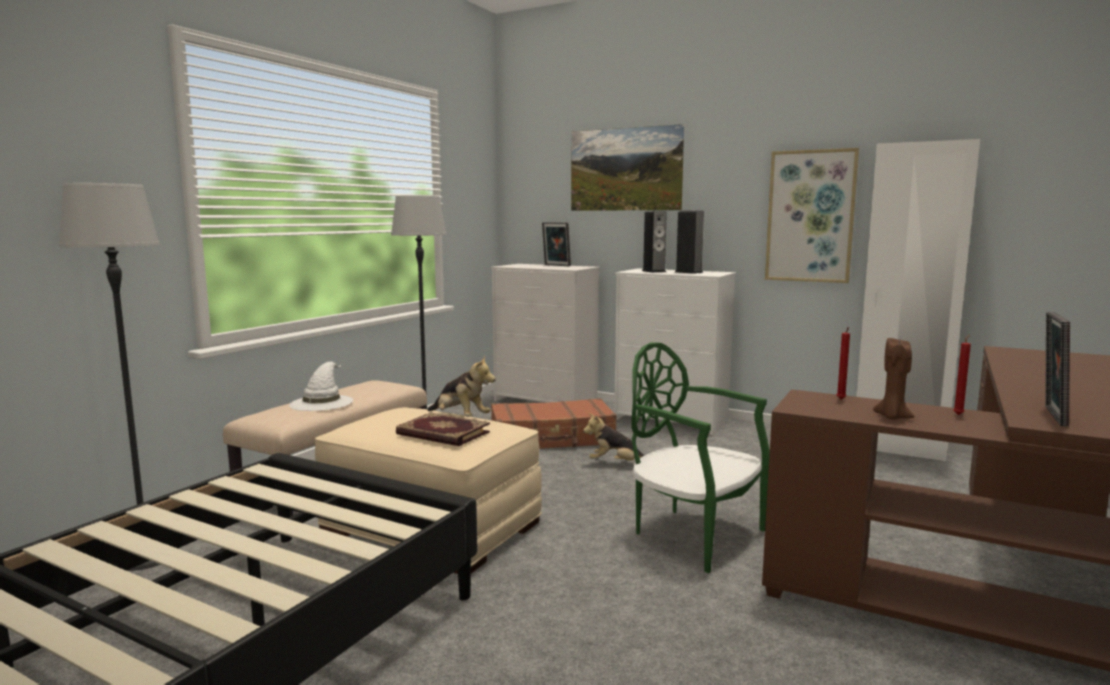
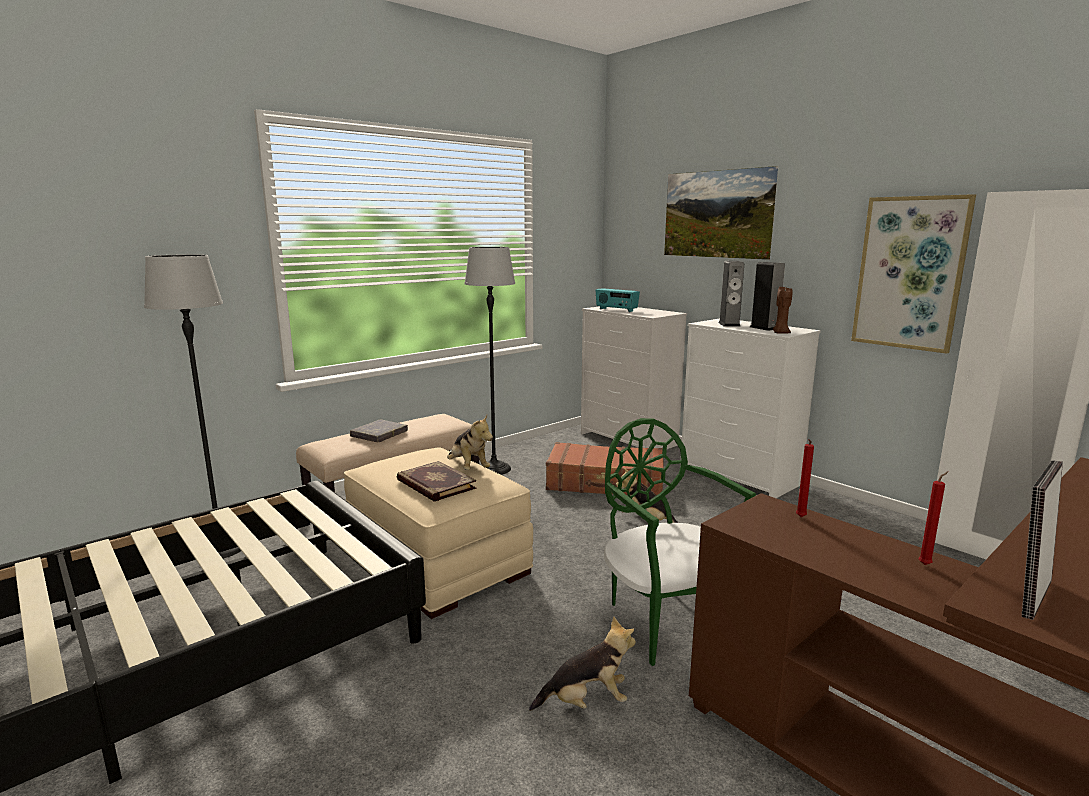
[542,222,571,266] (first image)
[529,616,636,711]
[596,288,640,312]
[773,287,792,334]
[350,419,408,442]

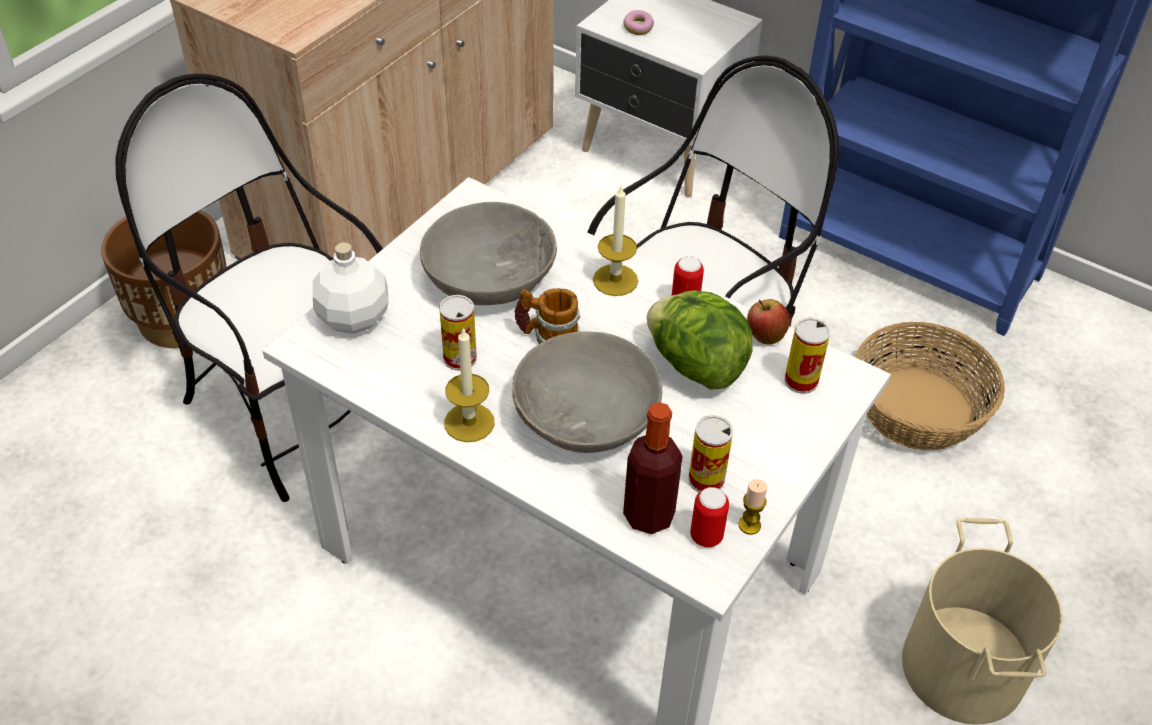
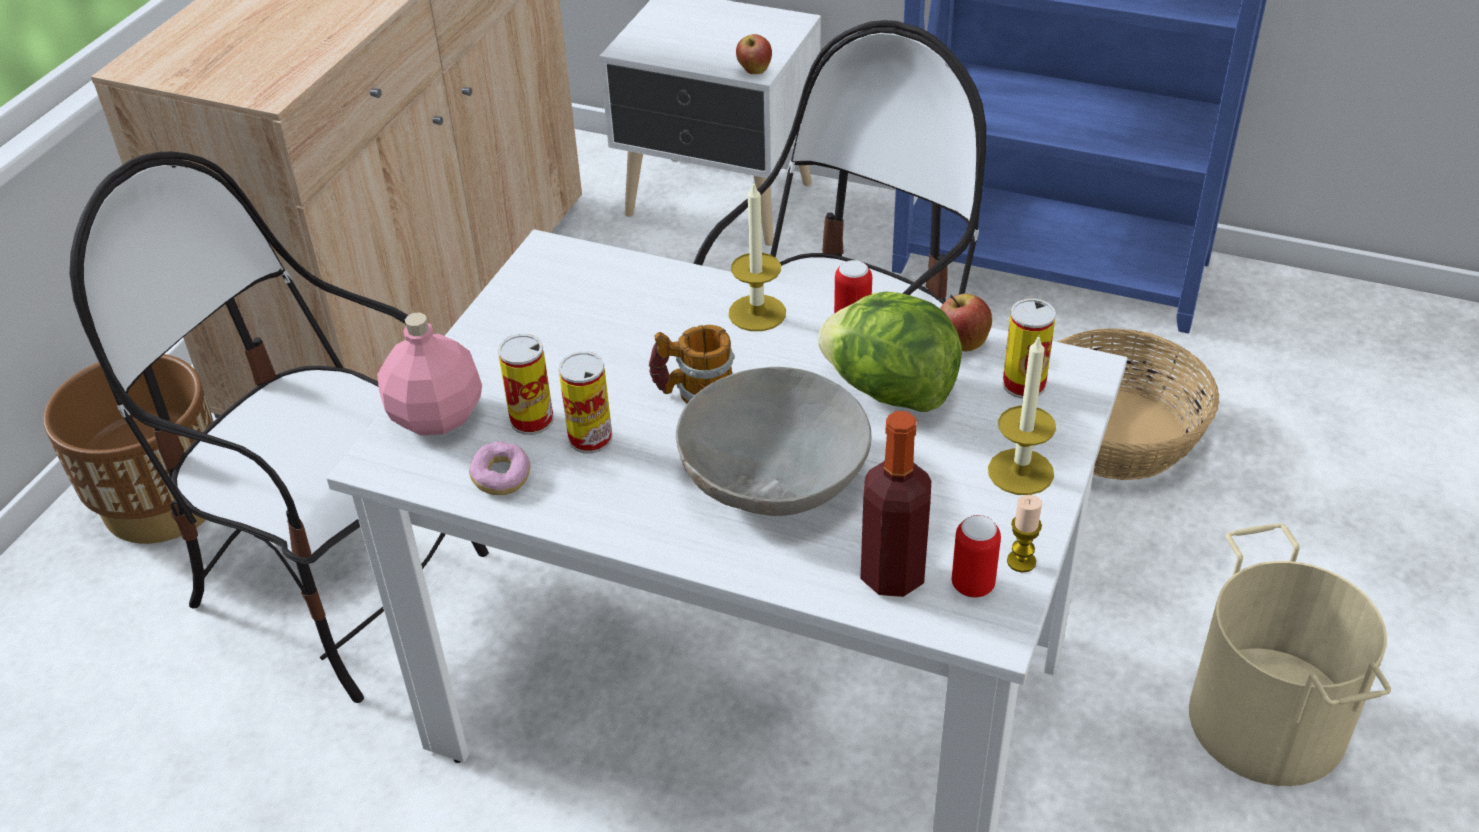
[420,202,557,305] (first image)
[736,34,772,74]
[988,335,1056,495]
[469,442,530,495]
[498,334,554,435]
[377,313,482,435]

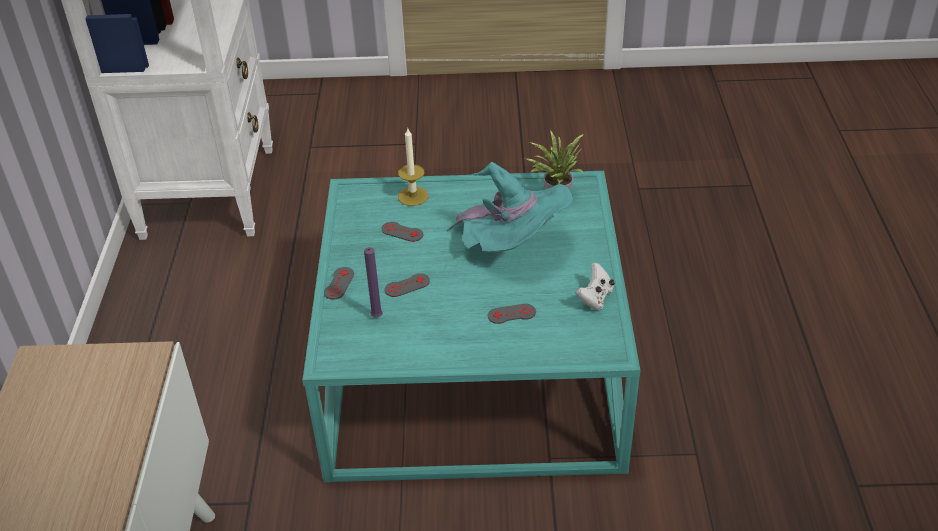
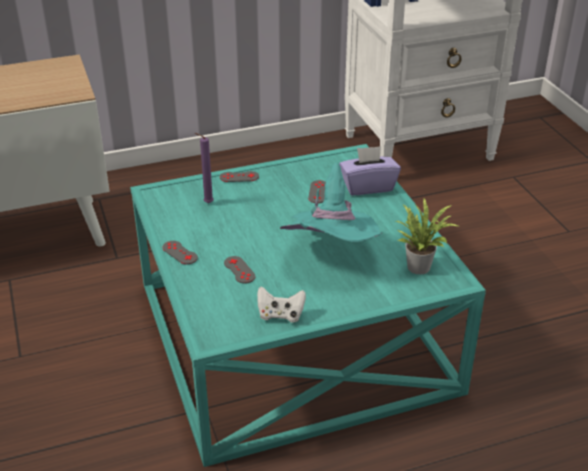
[163,241,198,264]
[339,146,401,195]

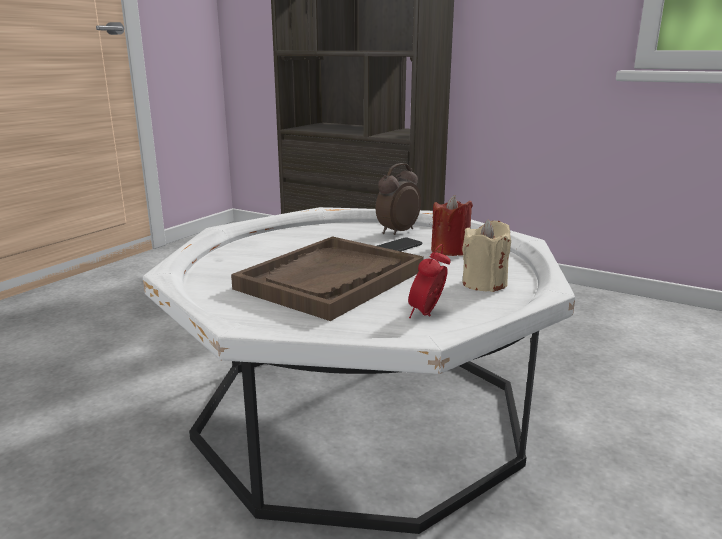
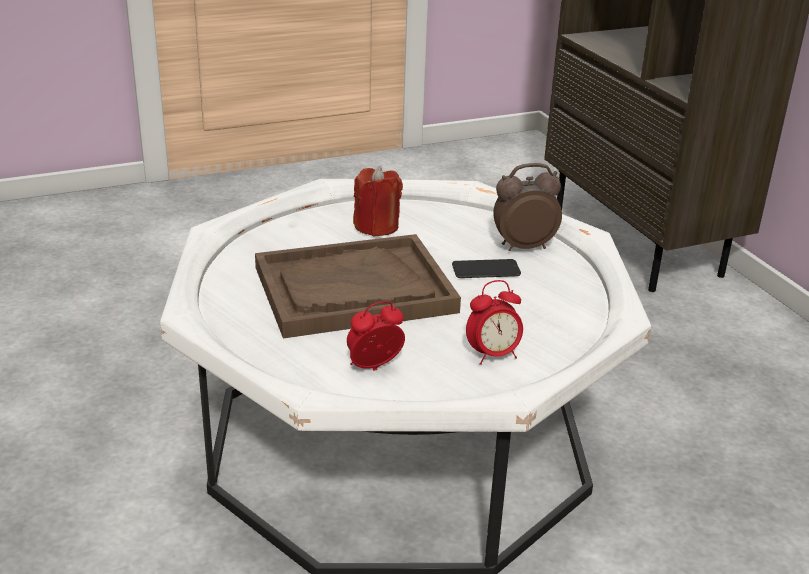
[353,166,403,237]
[466,280,523,365]

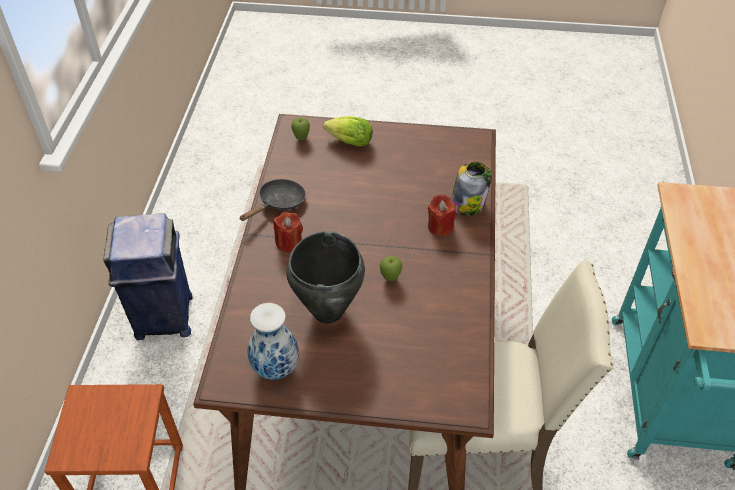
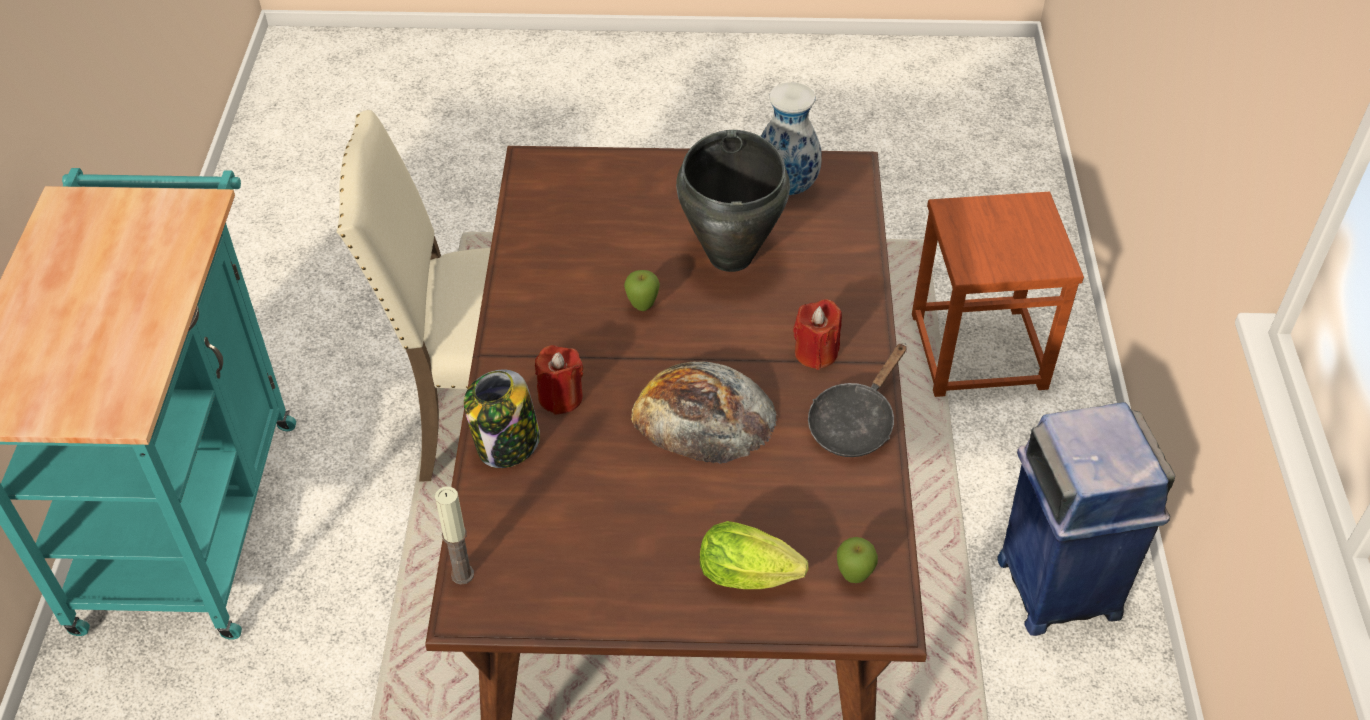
[435,486,474,585]
[631,361,777,464]

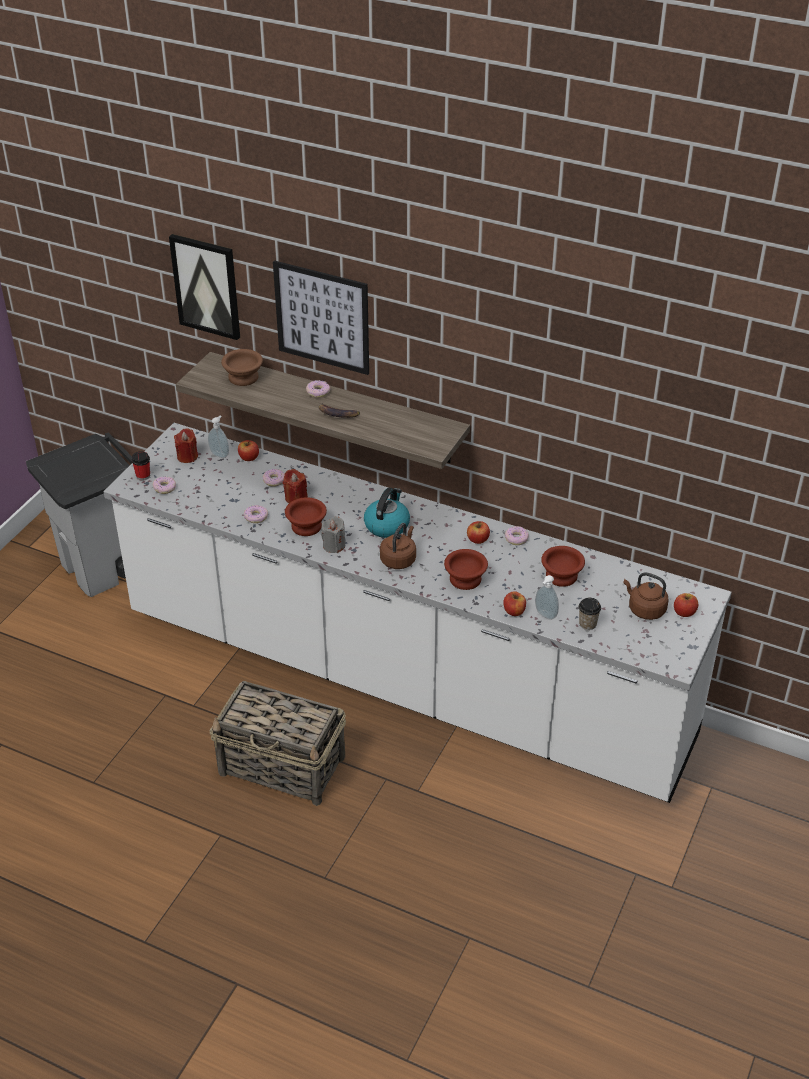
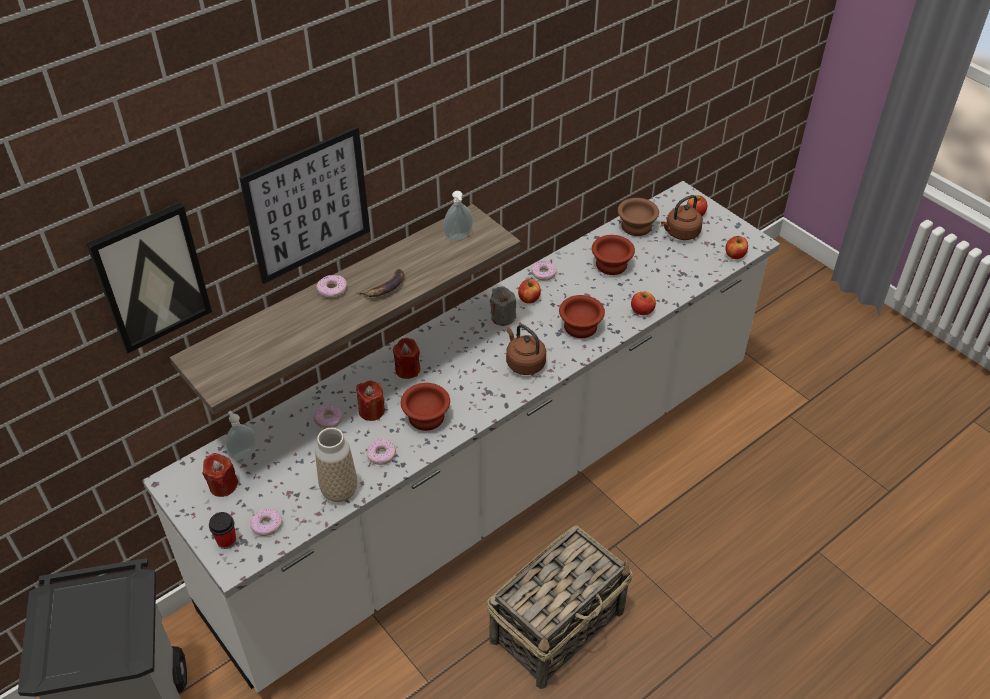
[364,488,410,538] (first image)
[579,598,601,630] (first image)
[315,428,357,502]
[393,338,420,379]
[618,198,659,236]
[725,236,748,259]
[490,286,516,326]
[444,191,473,241]

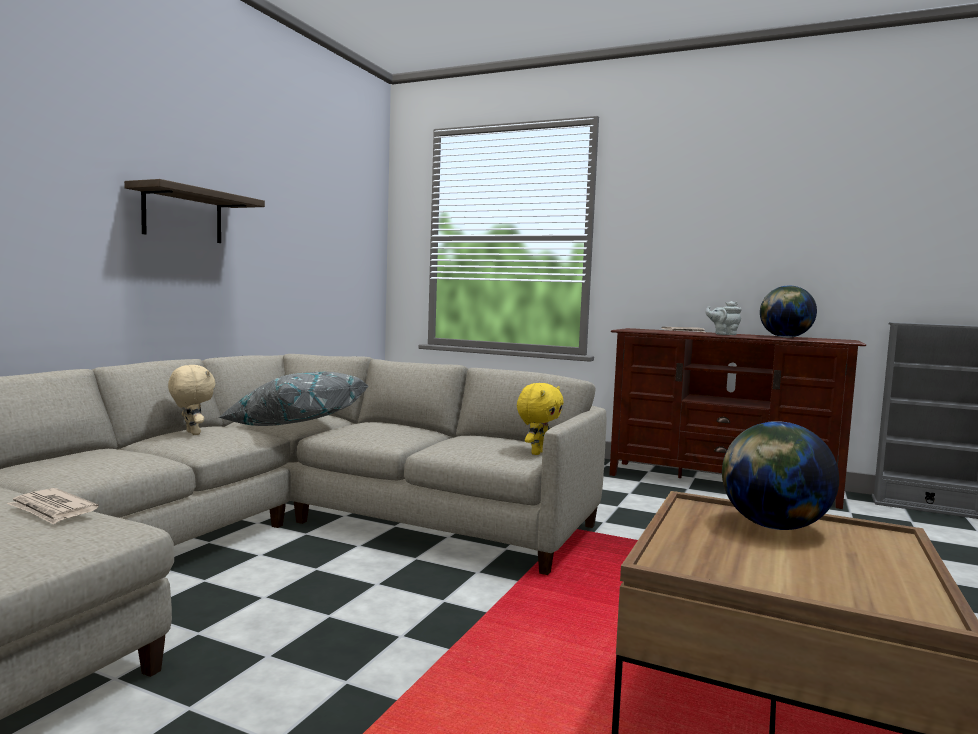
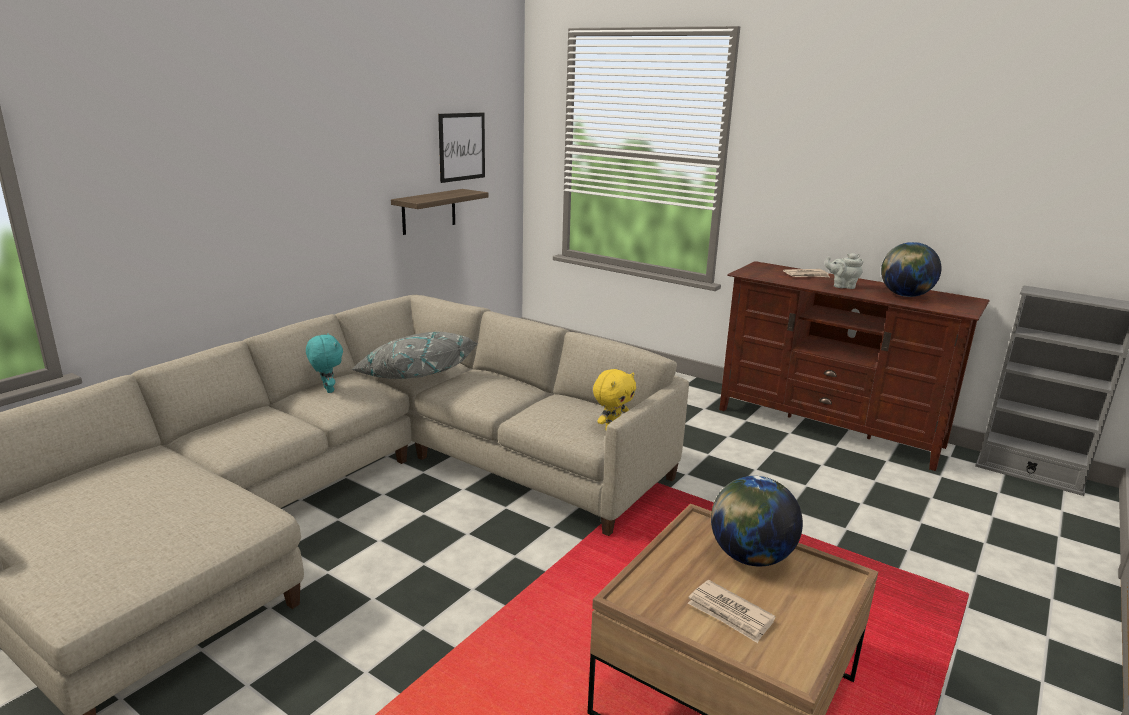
[438,113,485,183]
[687,580,776,643]
[391,189,488,235]
[306,333,343,393]

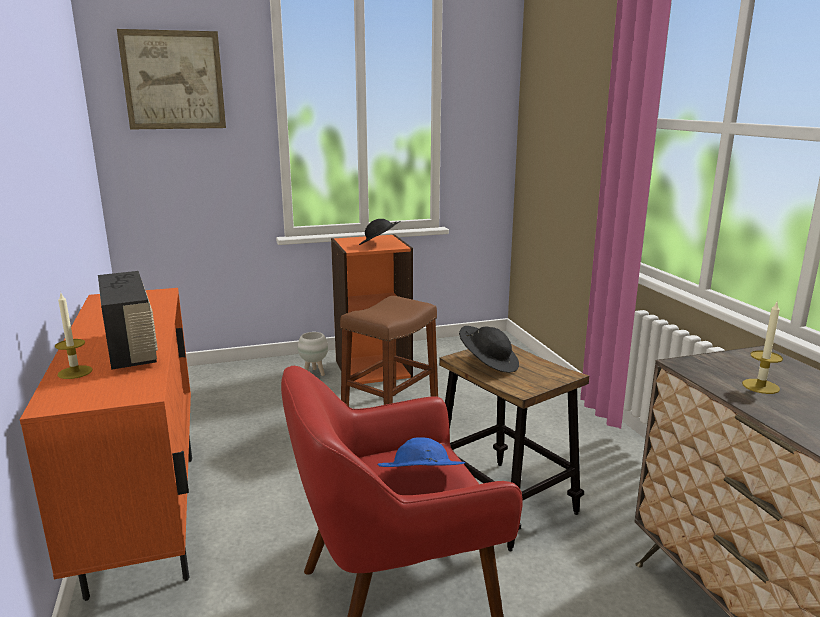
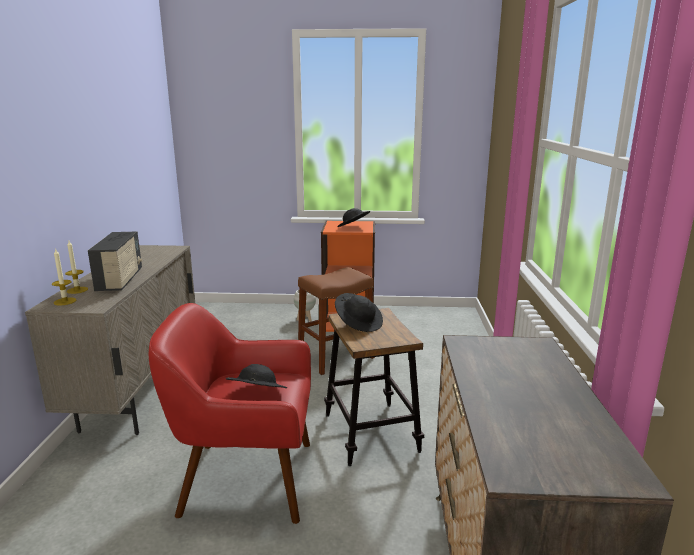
[117,29,226,130] (first image)
[52,248,76,305]
[25,245,195,435]
[226,364,287,388]

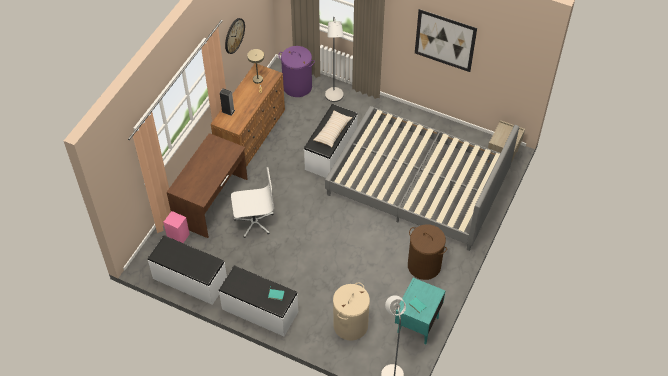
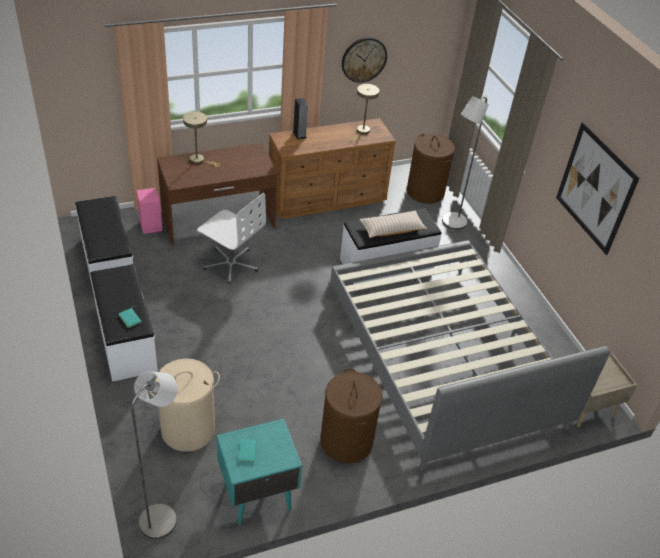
[183,112,220,167]
[407,134,455,204]

